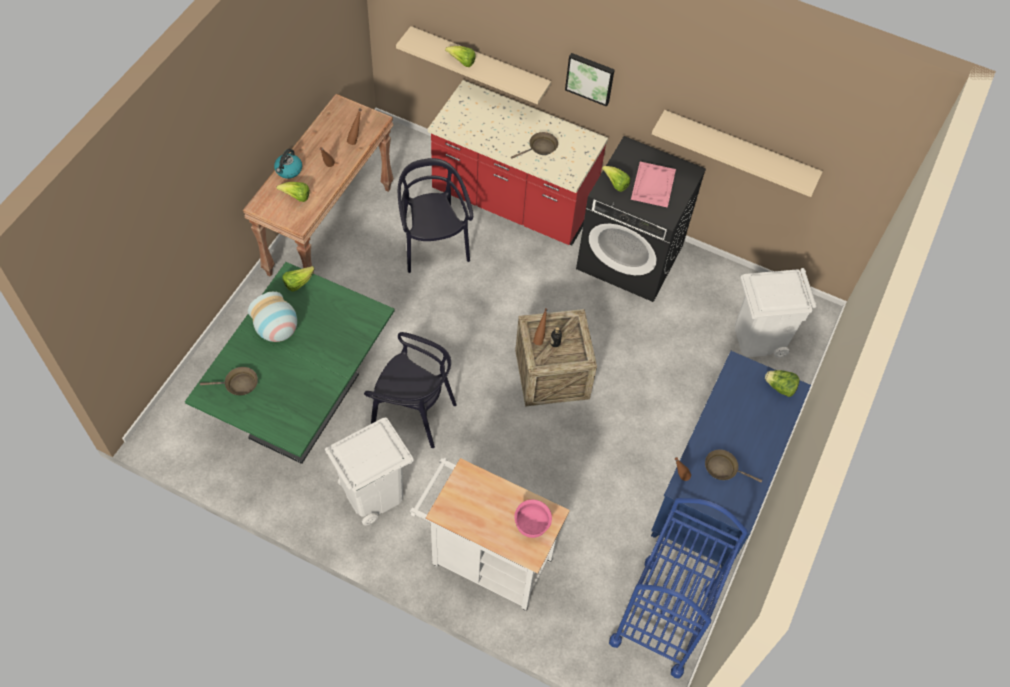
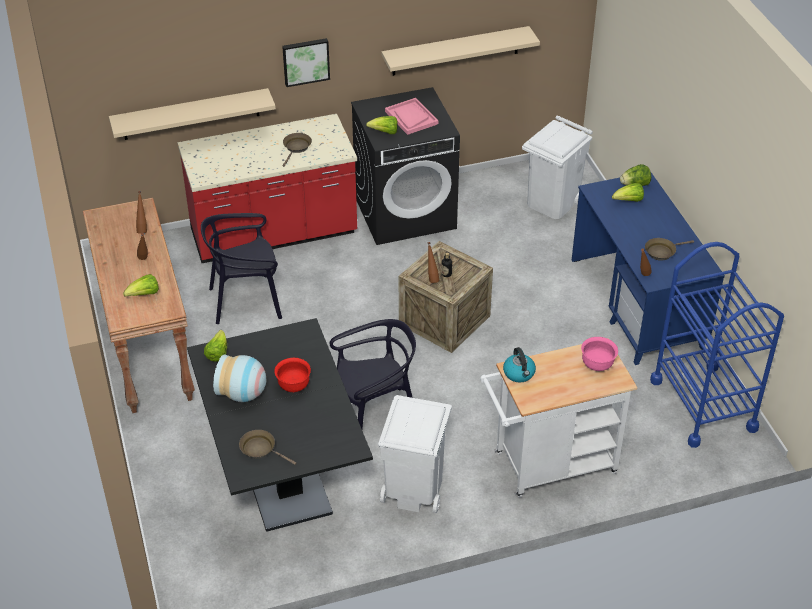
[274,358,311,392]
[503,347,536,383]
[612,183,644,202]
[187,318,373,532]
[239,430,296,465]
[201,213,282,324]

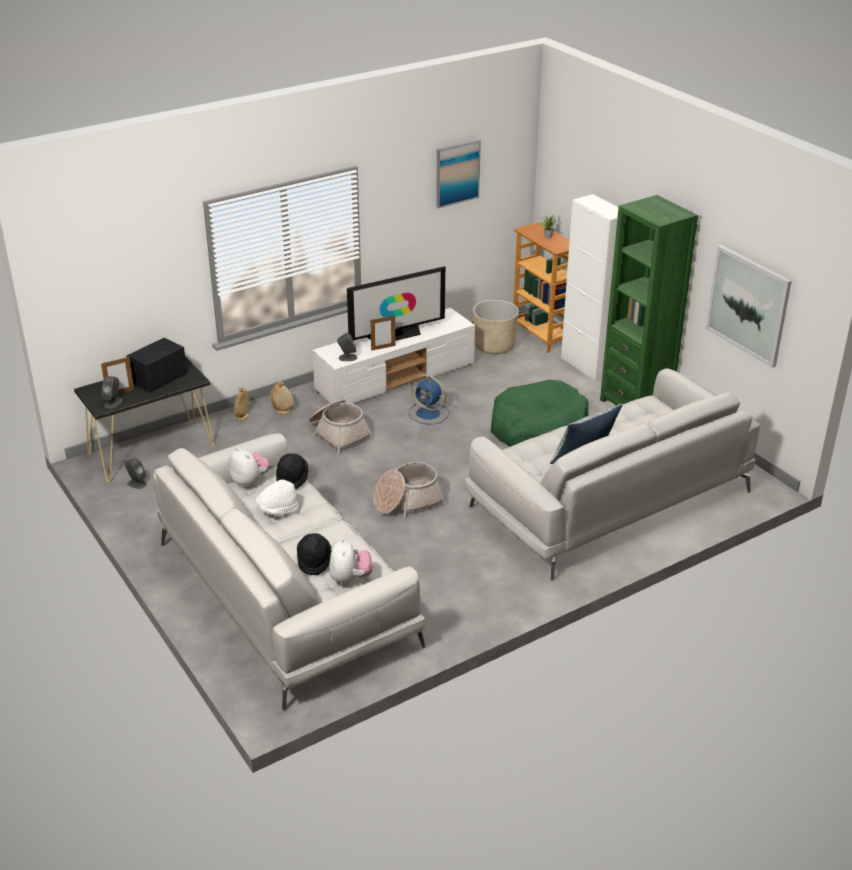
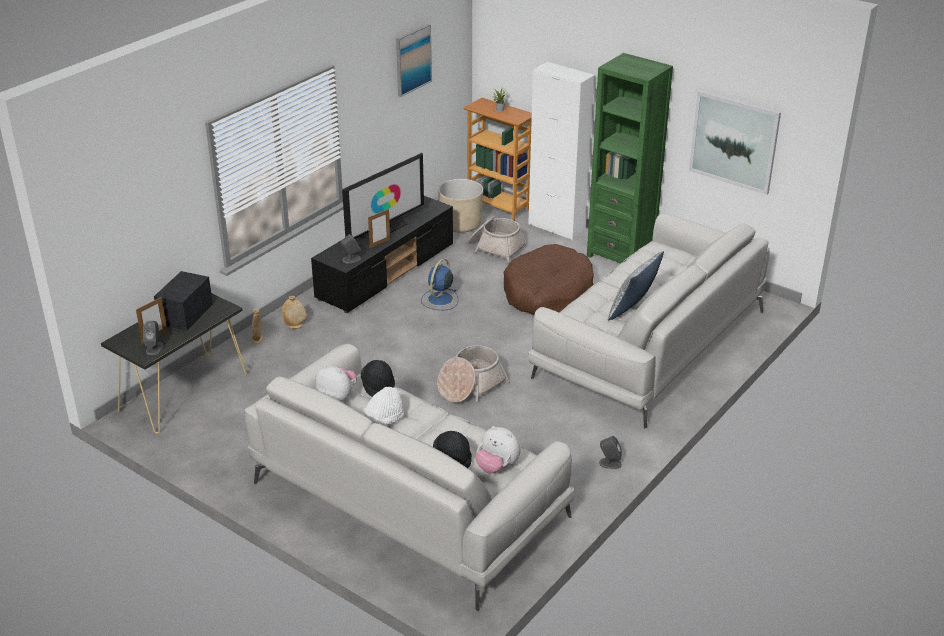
[599,436,622,469]
[466,216,528,263]
[311,196,453,313]
[504,244,594,315]
[475,426,520,474]
[421,259,458,310]

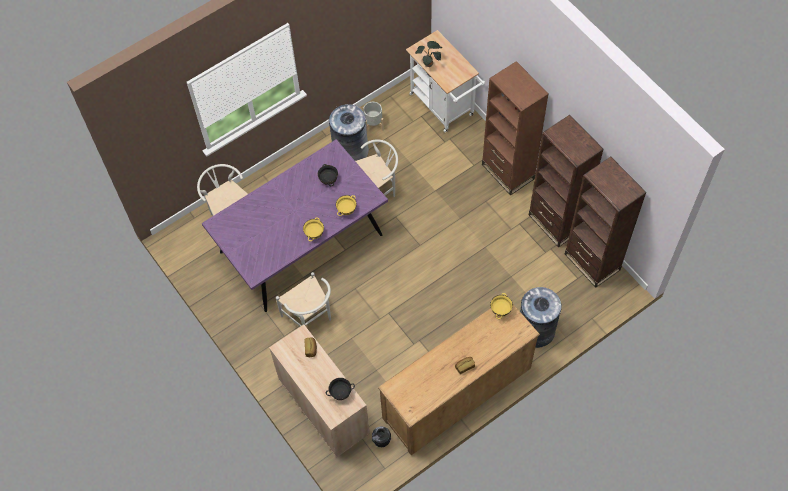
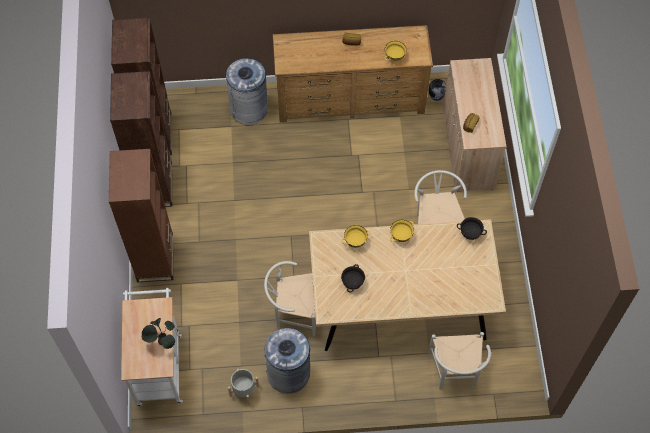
[457,217,487,240]
[384,41,406,61]
[309,219,506,351]

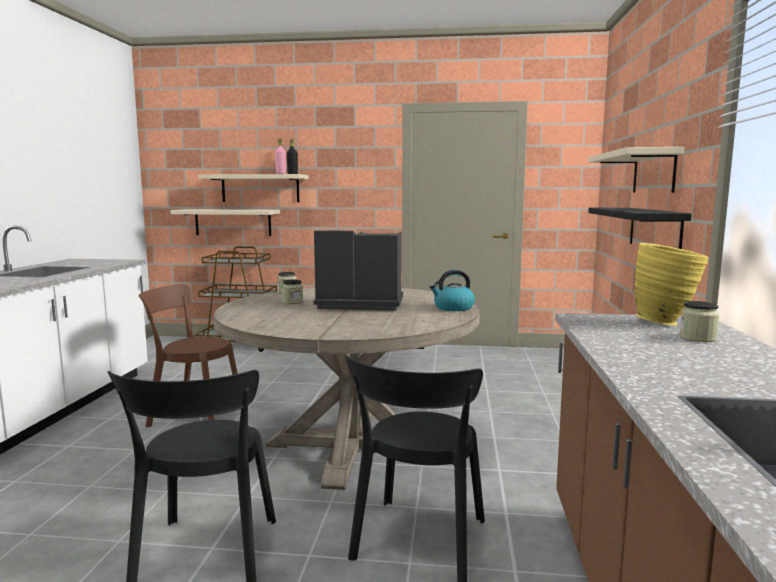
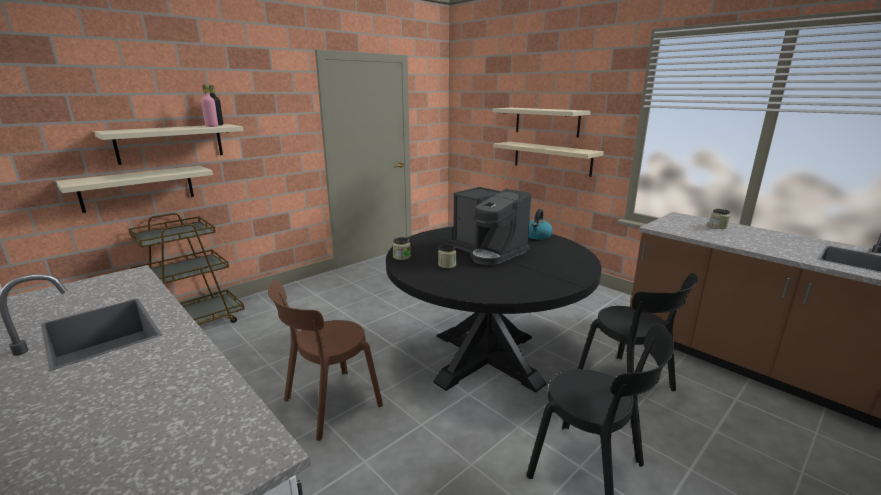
[634,243,709,326] (first image)
[386,227,602,392]
[493,142,604,177]
[451,187,531,265]

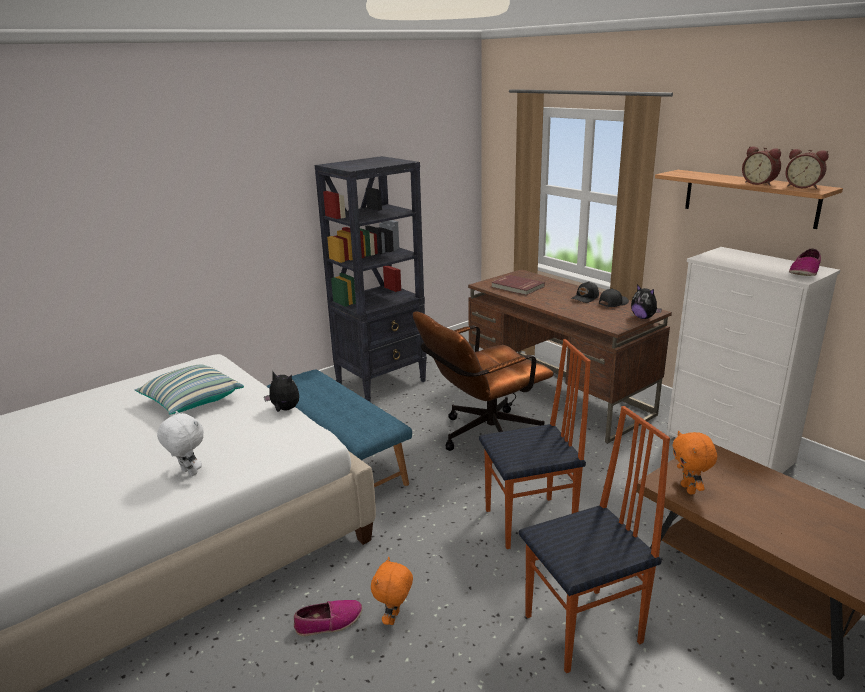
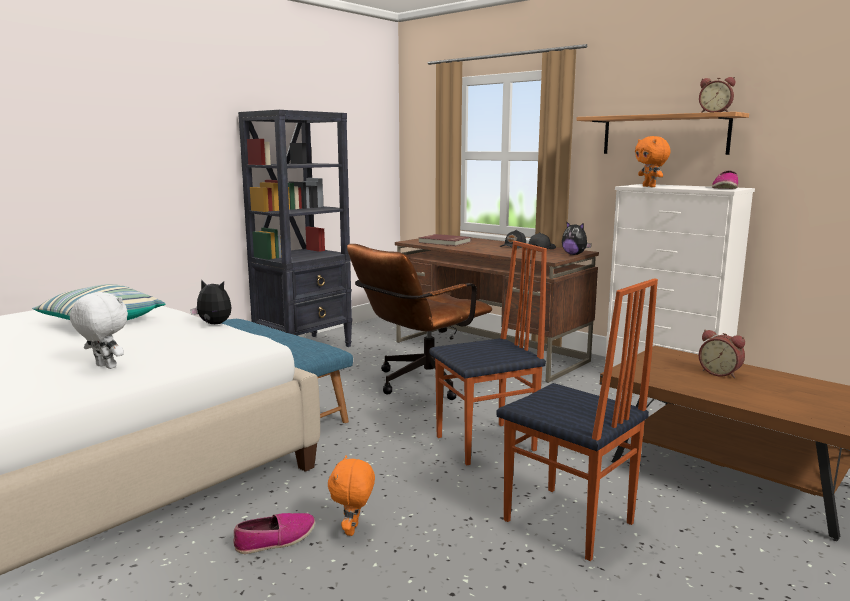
[635,136,670,187]
[699,330,745,378]
[496,278,658,561]

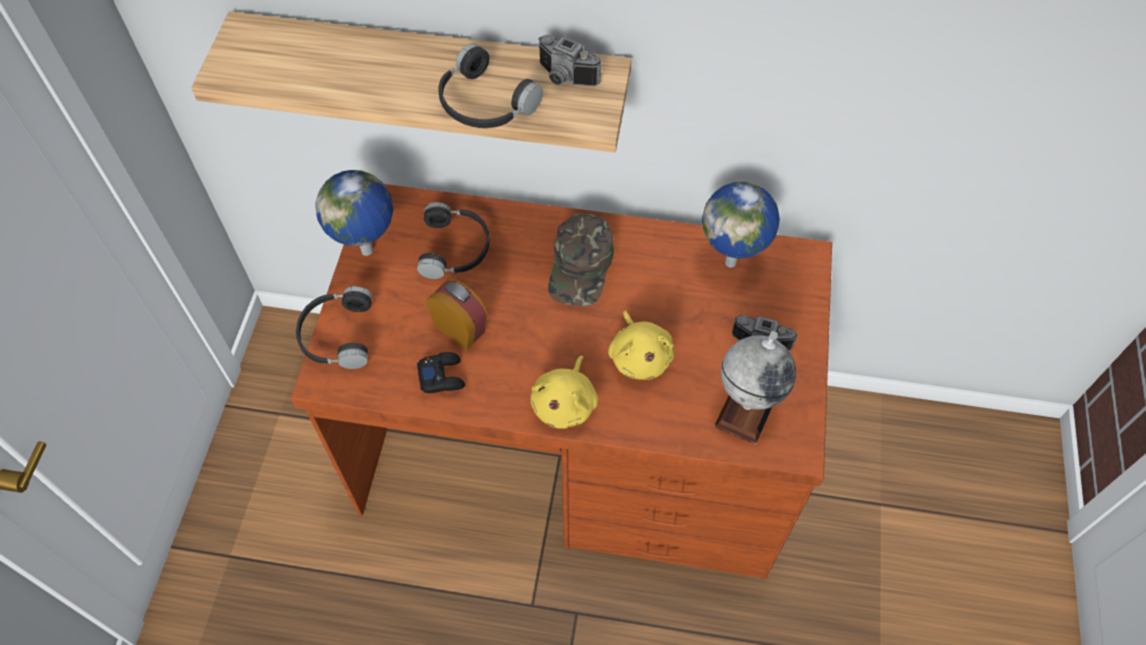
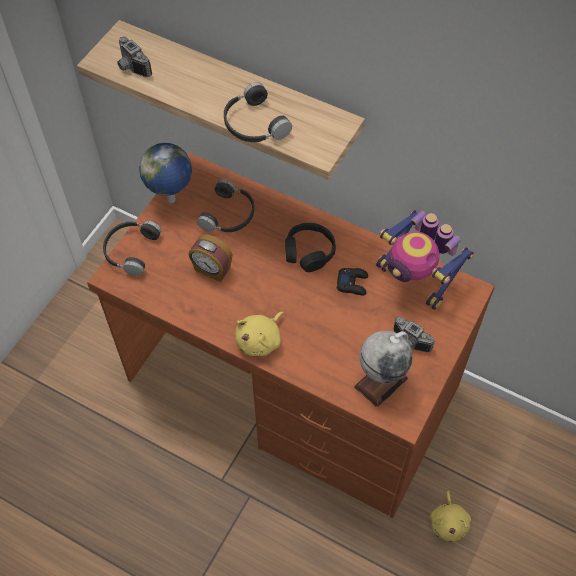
[337,268,368,296]
[118,37,152,77]
[430,491,471,542]
[285,223,336,272]
[376,210,474,310]
[189,234,233,282]

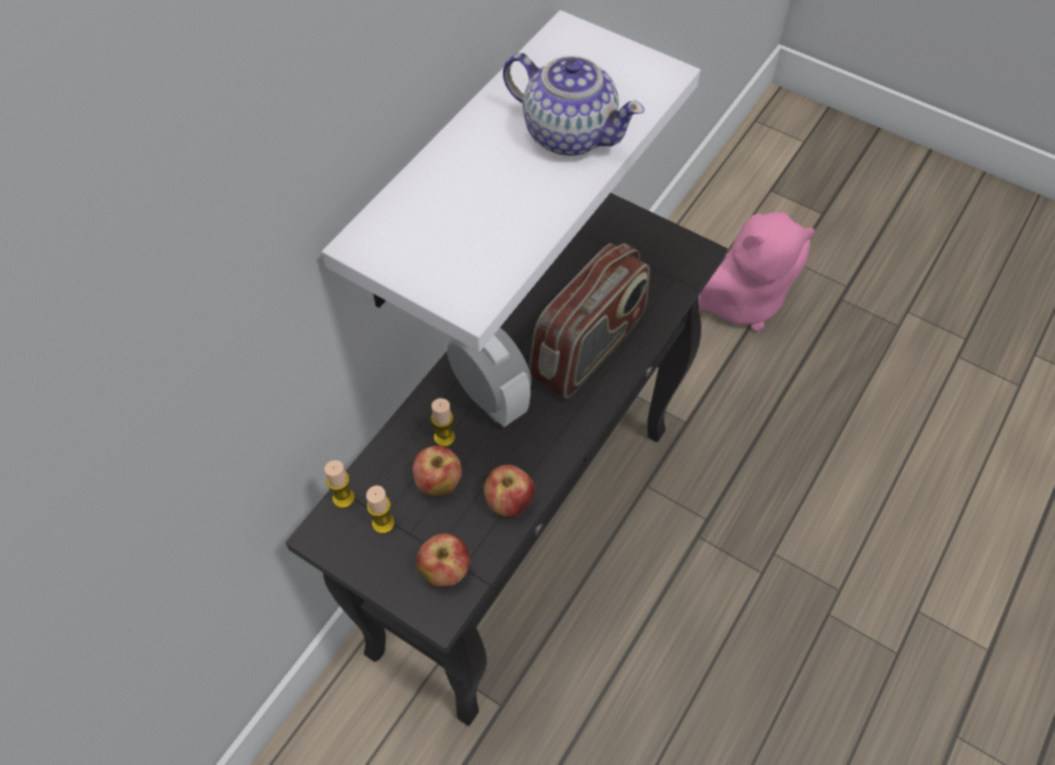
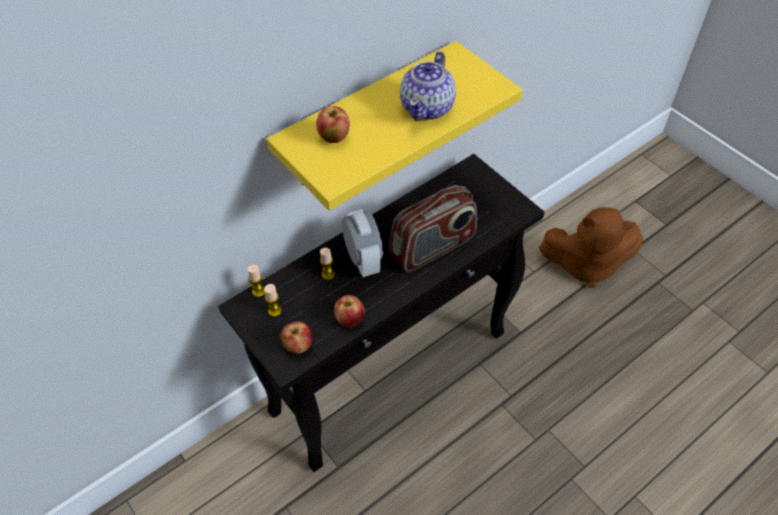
[316,106,350,143]
[266,41,523,211]
[539,207,644,288]
[400,51,456,121]

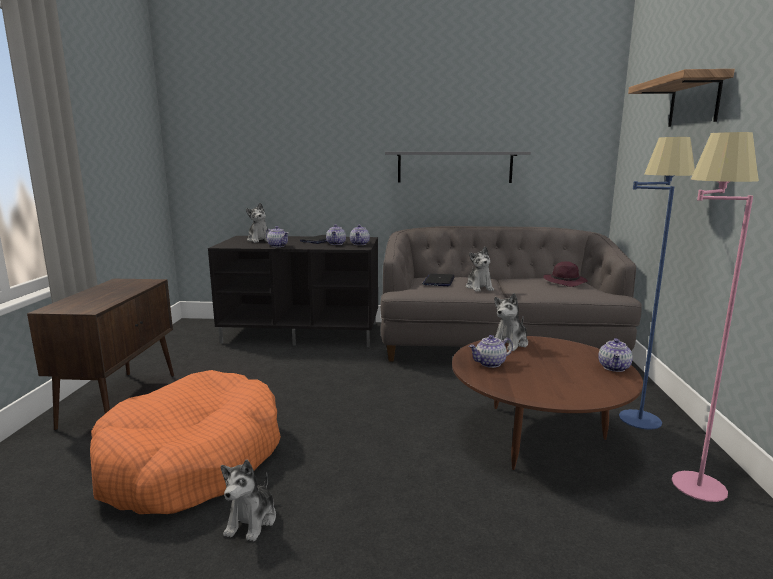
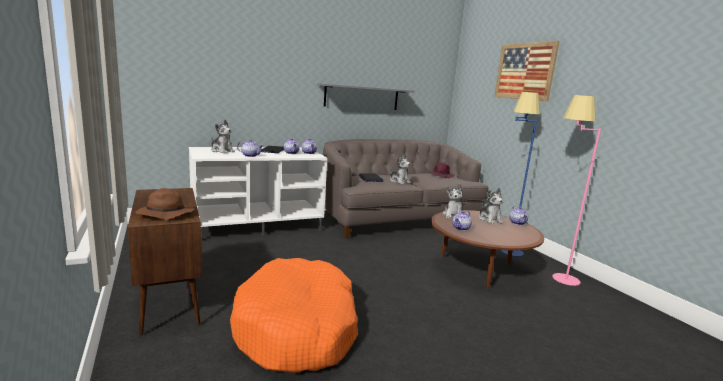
[135,188,195,220]
[478,188,504,224]
[494,41,559,101]
[189,147,327,236]

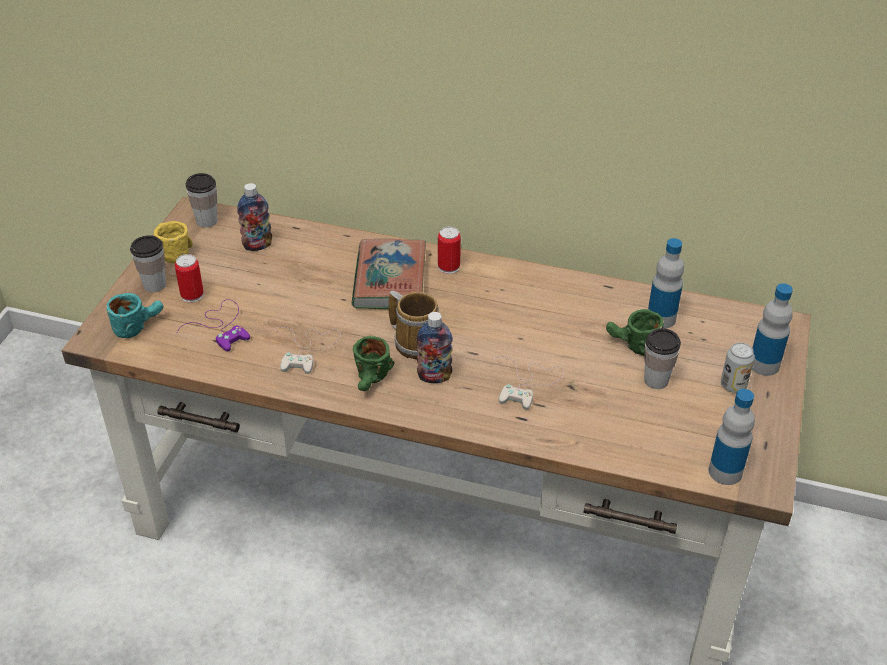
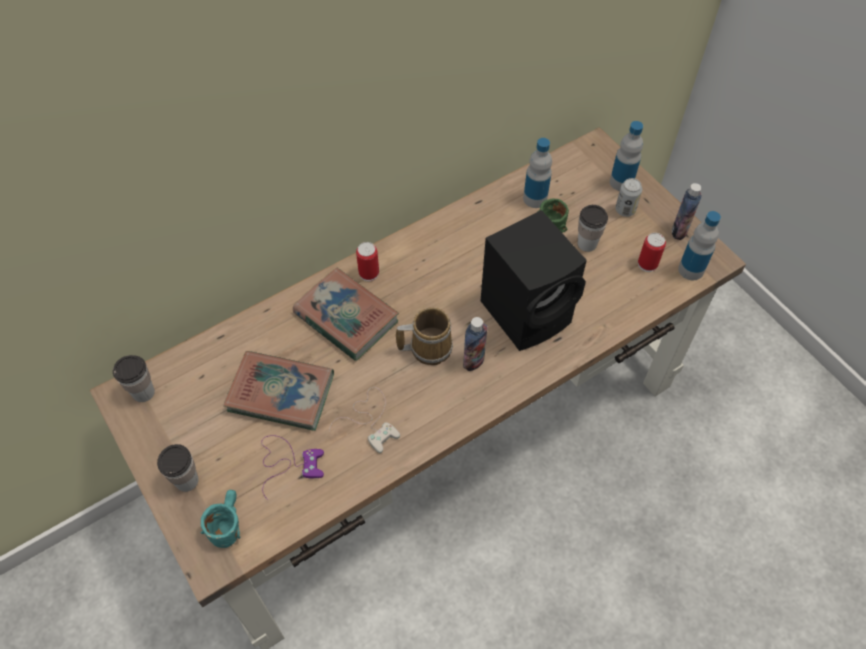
[154,221,192,263] (first image)
[353,336,395,391] (first image)
[223,351,334,431]
[638,233,666,272]
[672,183,702,240]
[480,210,587,351]

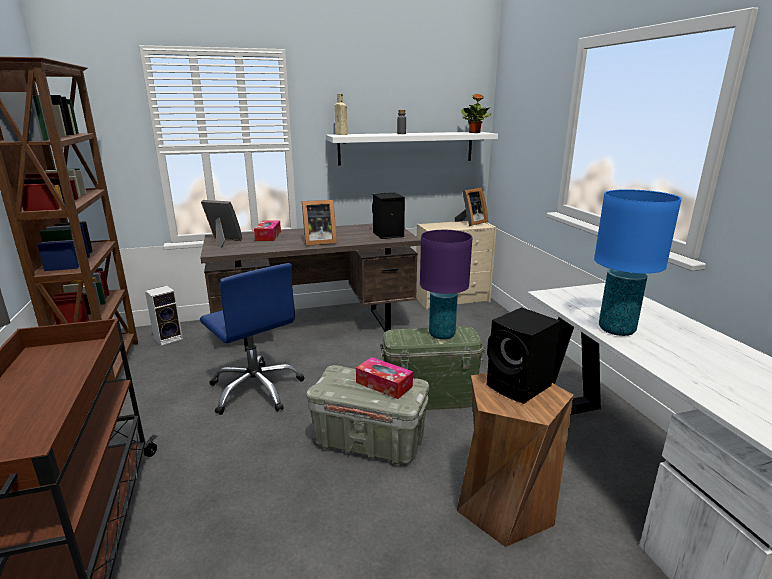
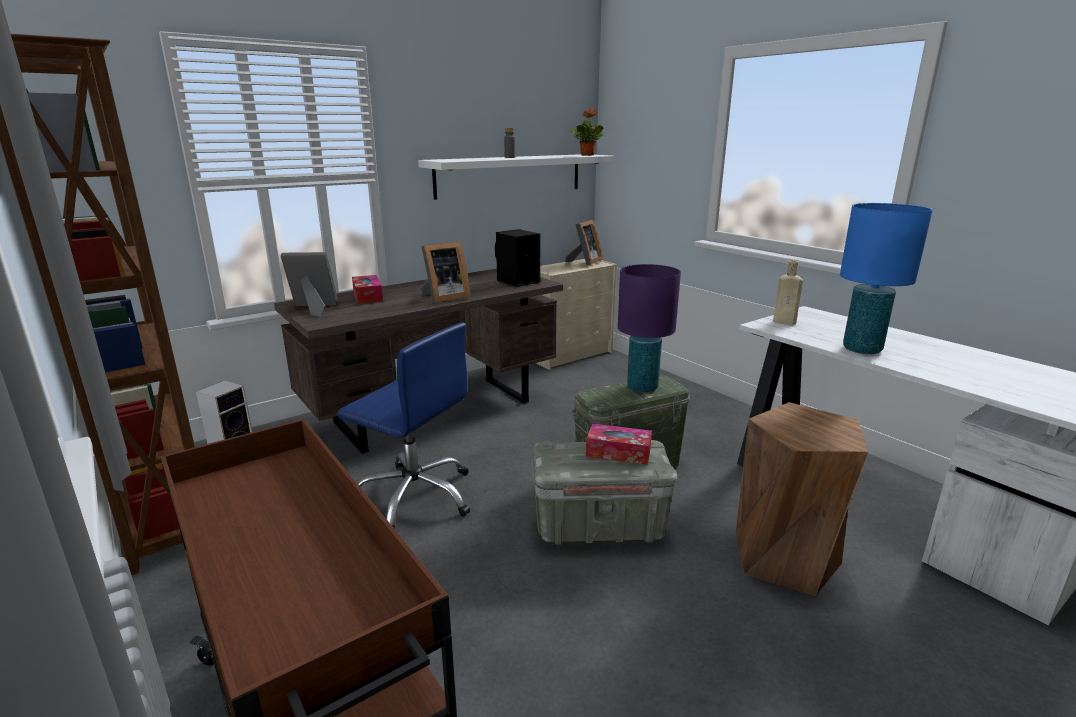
[486,307,561,404] (first image)
[773,260,803,325]

